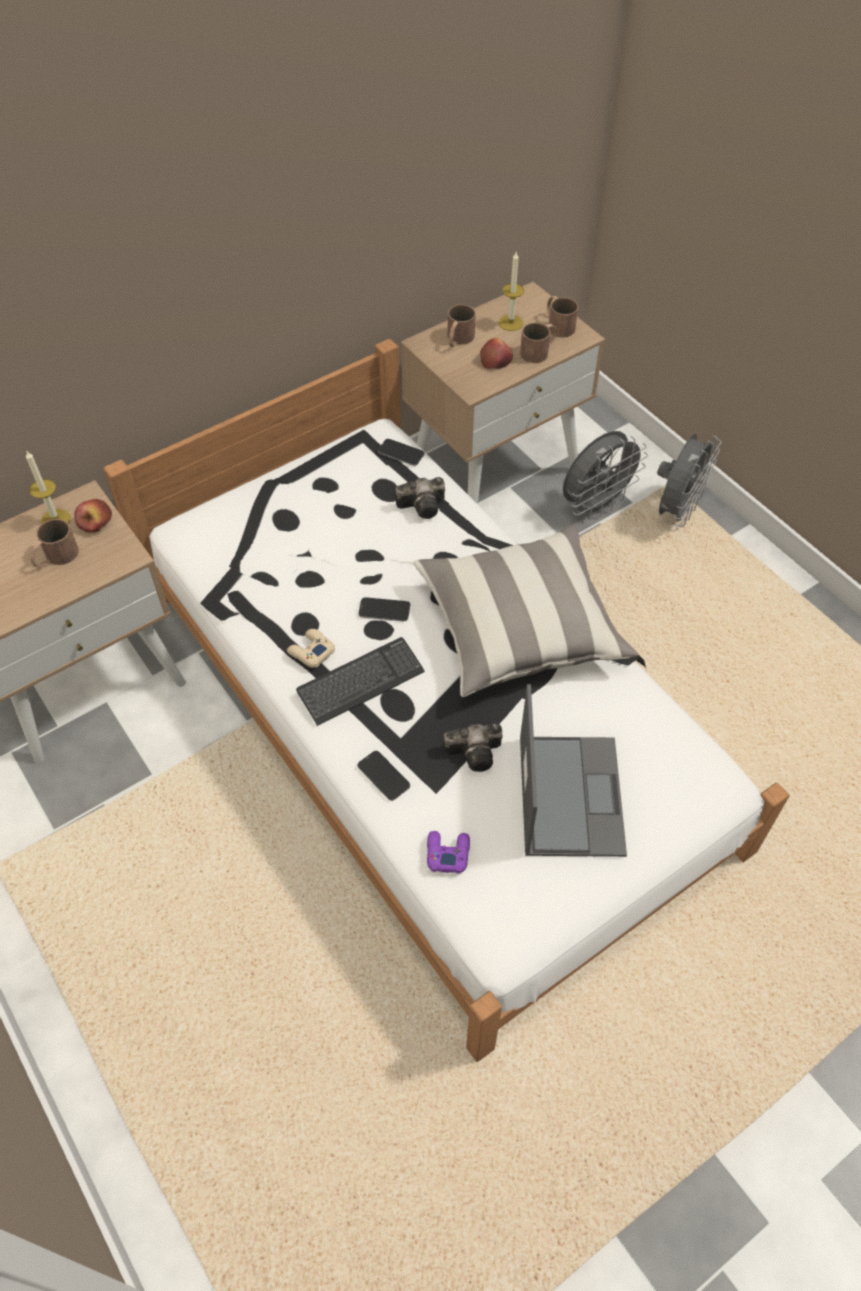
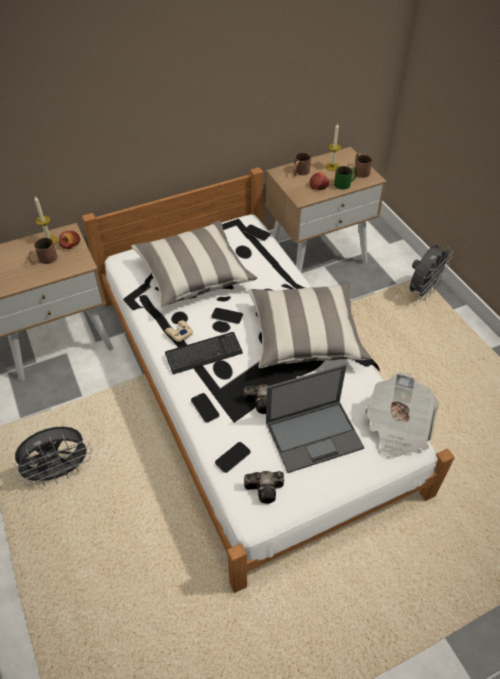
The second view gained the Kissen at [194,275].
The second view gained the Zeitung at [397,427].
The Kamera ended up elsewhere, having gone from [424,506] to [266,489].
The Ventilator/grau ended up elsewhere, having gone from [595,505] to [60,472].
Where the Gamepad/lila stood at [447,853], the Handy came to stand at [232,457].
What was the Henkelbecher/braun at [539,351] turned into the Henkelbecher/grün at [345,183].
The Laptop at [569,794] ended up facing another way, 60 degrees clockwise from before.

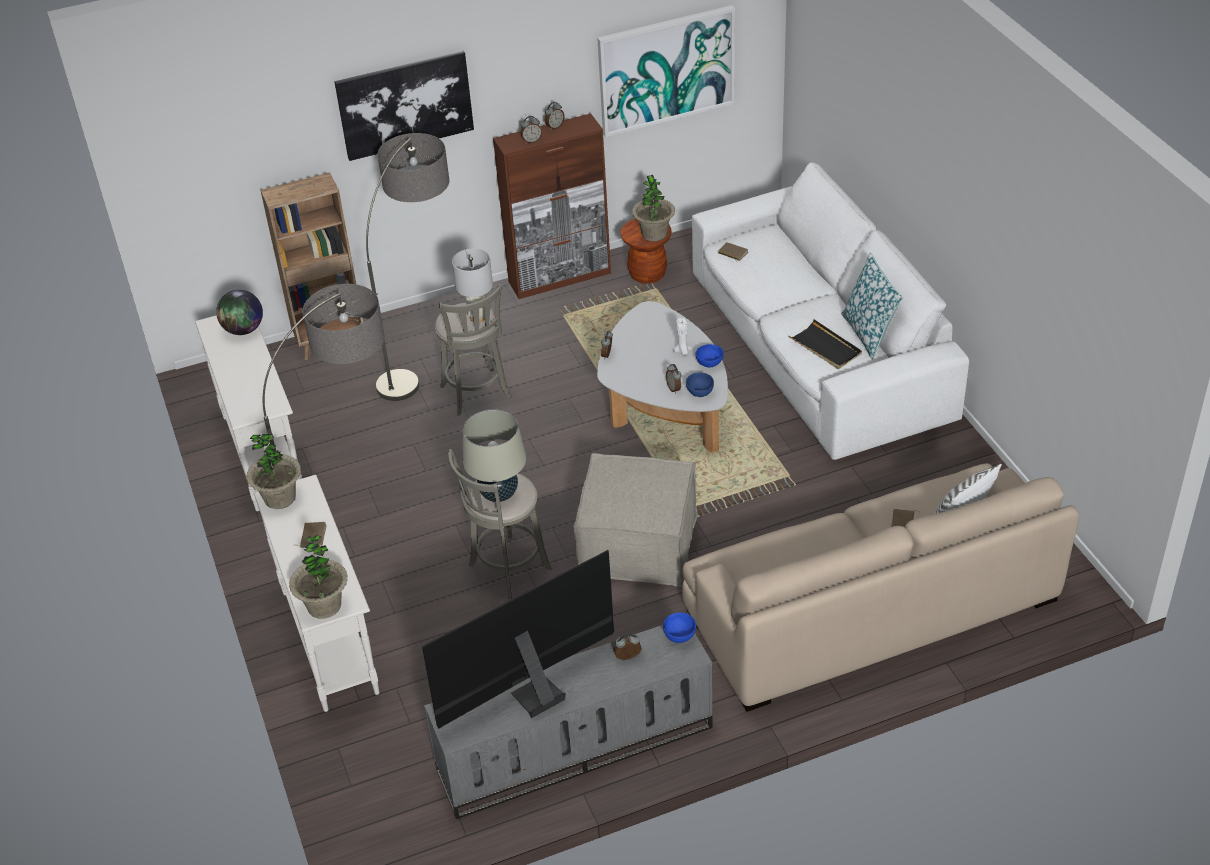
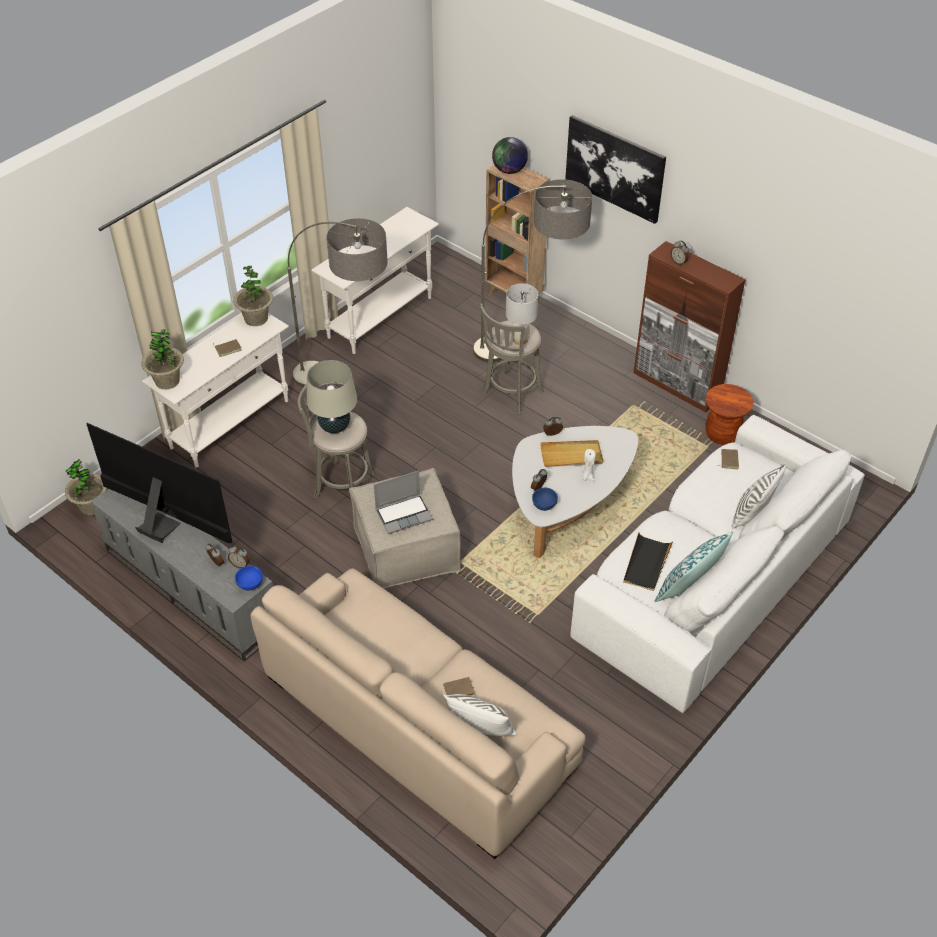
The second view lost the Bild at [666,70].
The second view lost the Schüssel/blau at [710,364].
The second view gained the Laptop at [404,514].
The second view gained the Tablett/beige at [571,456].
The second view gained the Kissen/weiß at [752,514].
The Globus ended up elsewhere, having gone from [244,330] to [509,170].
The Wecker ended up elsewhere, having gone from [554,127] to [240,565].
The Topfpflanze ended up elsewhere, having gone from [654,234] to [91,506].

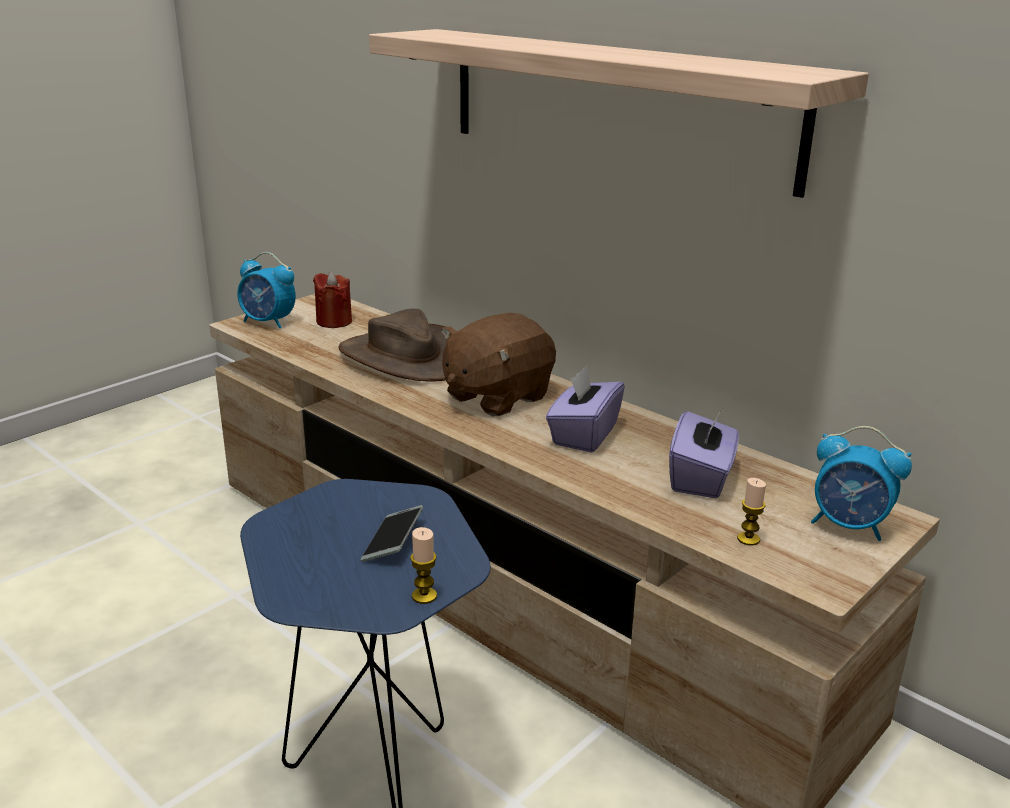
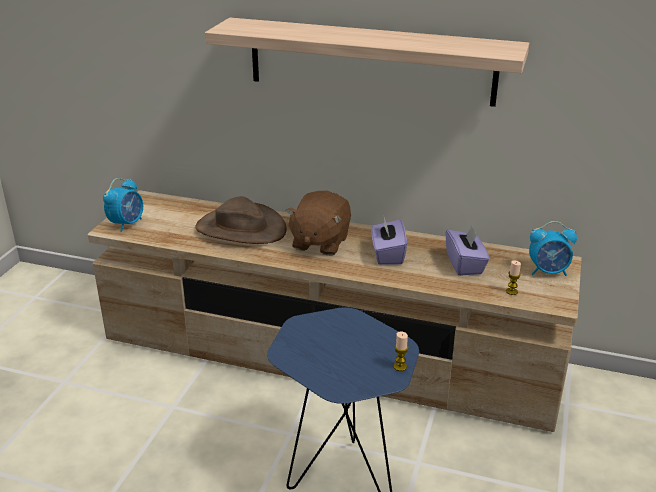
The second view lost the Kerze/rot at [334,321].
The second view lost the Handy at [393,541].
The Wecker at [268,322] ended up facing another way, 60 degrees counterclockwise from before.

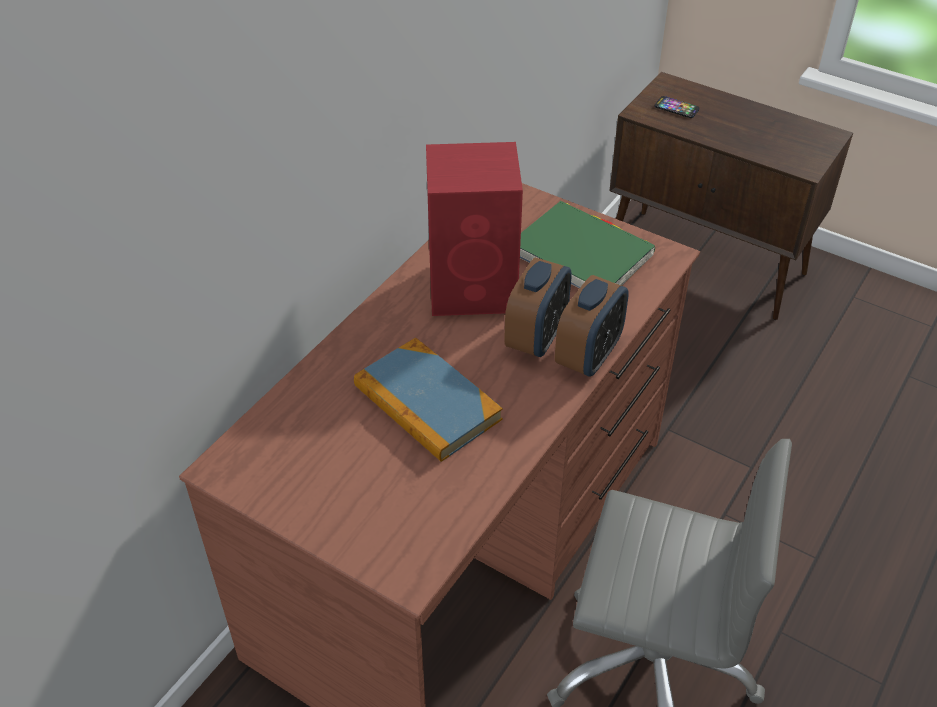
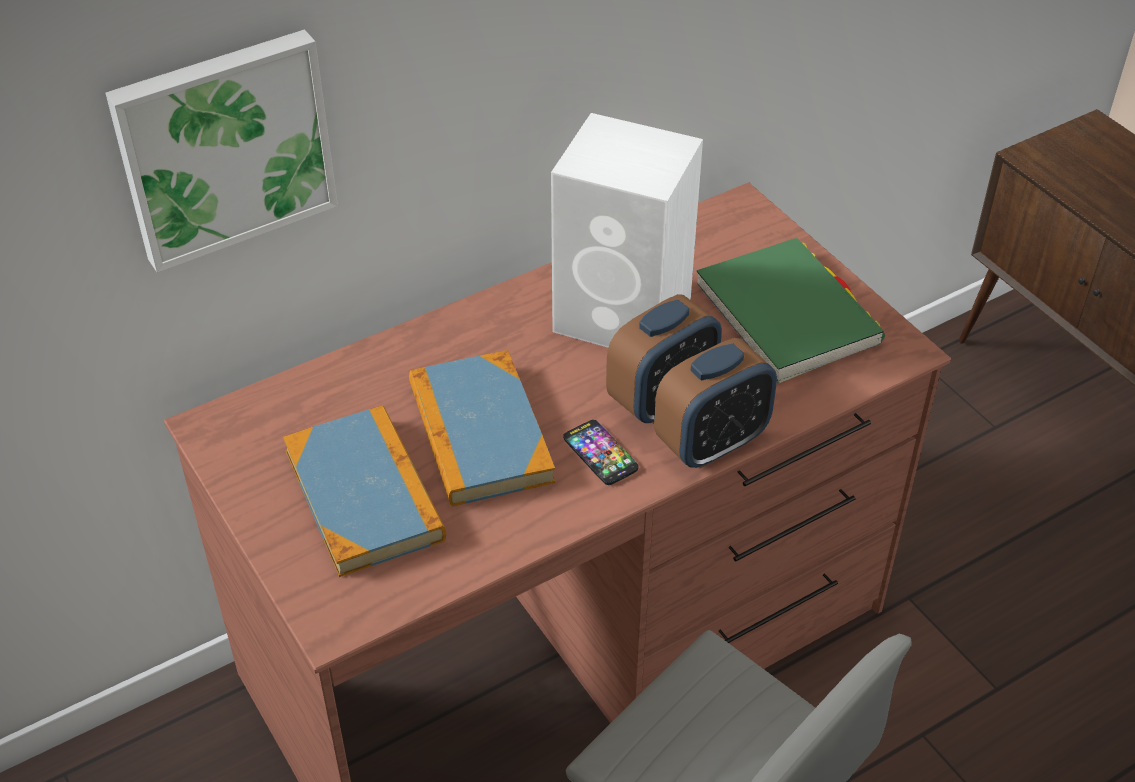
The second view gained the Bild at [224,146].
The second view gained the Buch at [364,494].
The Handy ended up elsewhere, having gone from [676,108] to [600,453].
What was the Lautsprecher/rot at [475,289] turned into the Lautsprecher/weiß at [625,316].

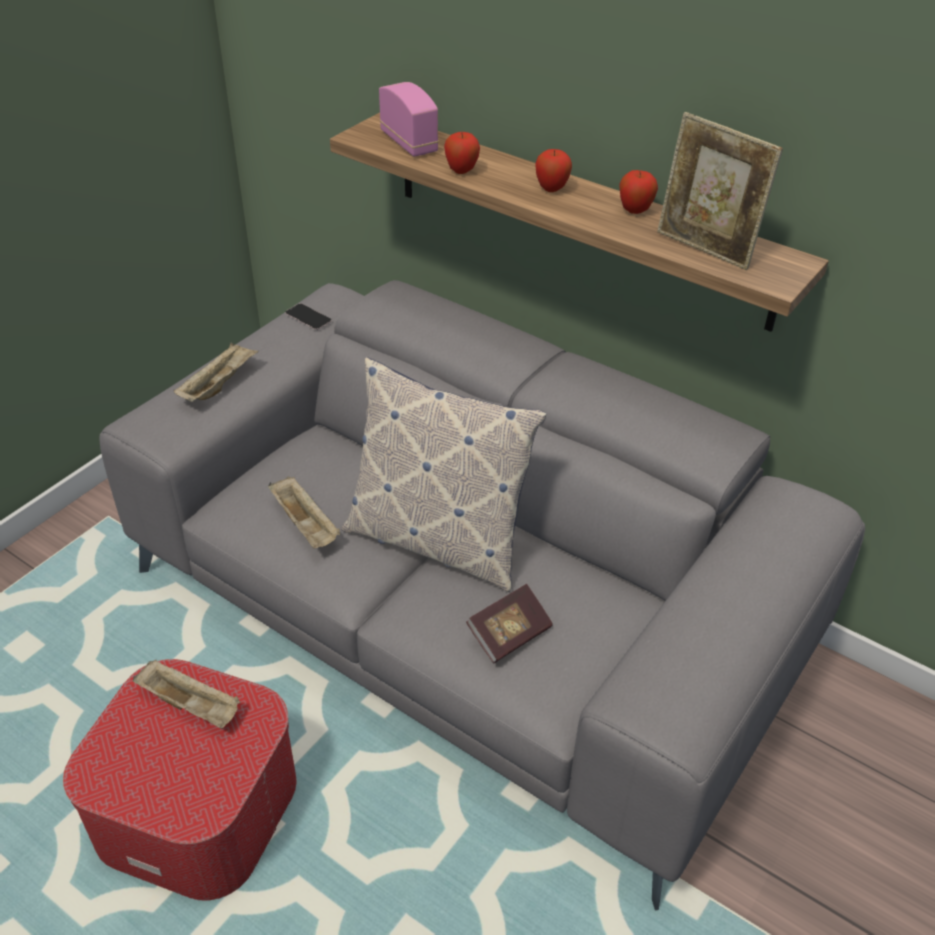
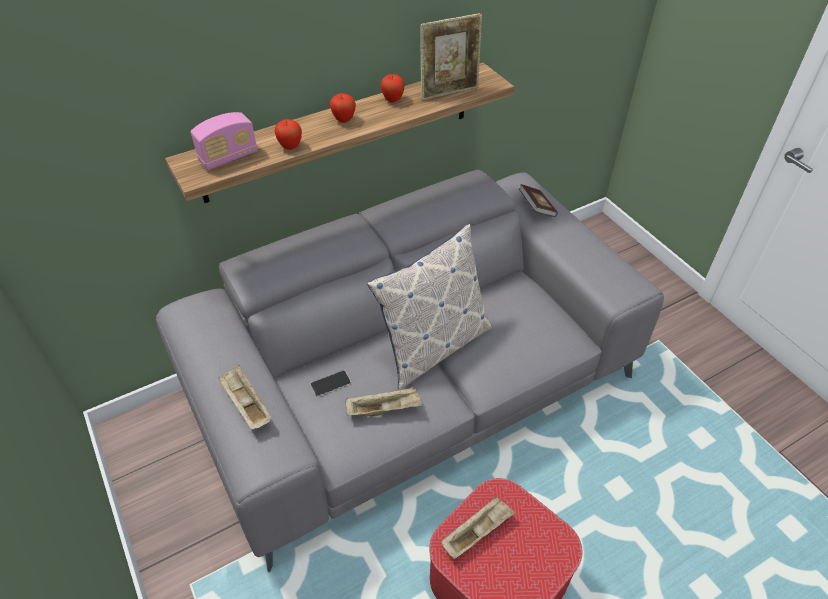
The Handy ended up elsewhere, having gone from [308,317] to [330,384].
The Buch ended up elsewhere, having gone from [509,634] to [536,208].
The Radio at [409,142] ended up facing another way, 150 degrees clockwise from before.

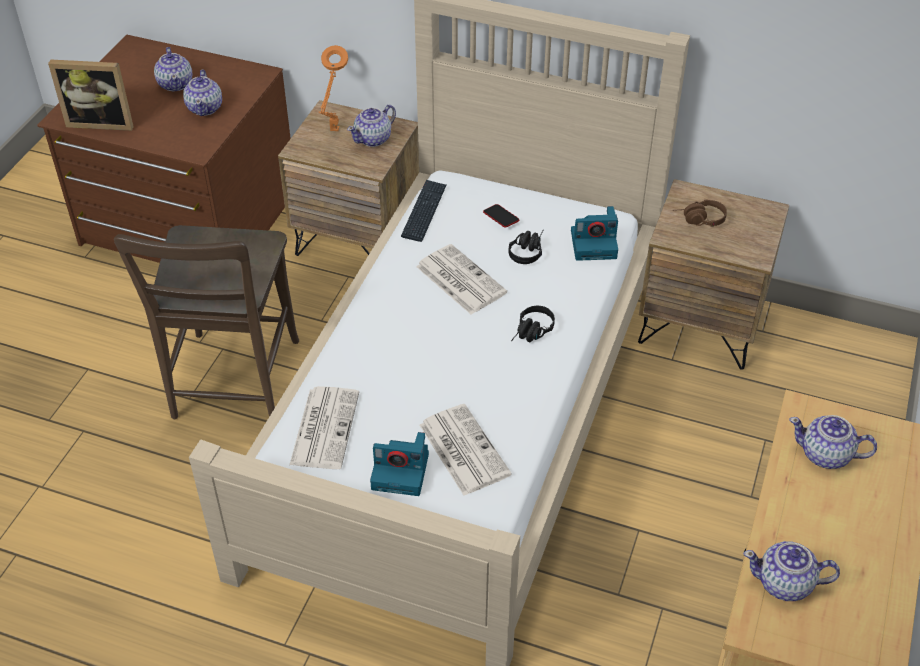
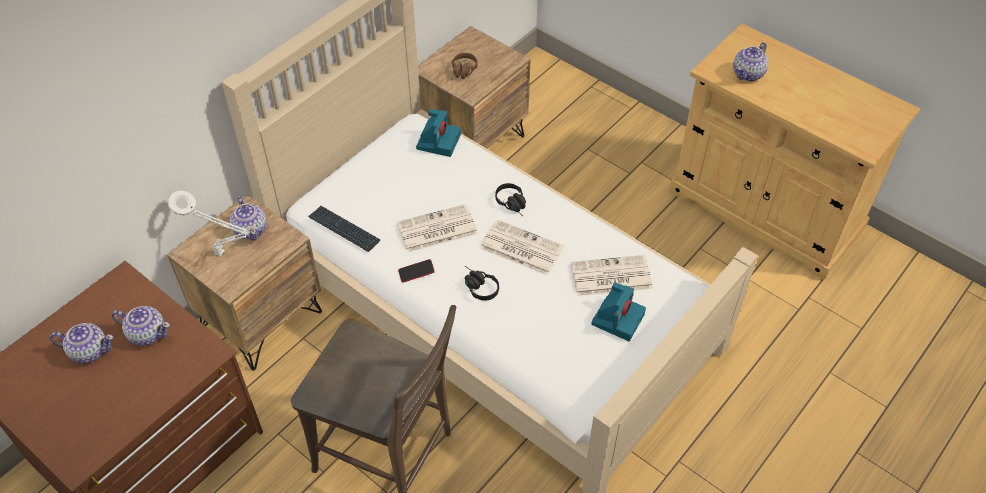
The second view lost the Bilderrahmen at [102,122].
The second view lost the Teekanne at [785,584].
The Zeitung ended up elsewhere, having gone from [324,427] to [520,248].
The Handy ended up elsewhere, having gone from [501,218] to [416,272].
The Kopfhörer/schwarz ended up elsewhere, having gone from [527,250] to [478,287].
What was the Tischlampe/orange at [334,132] turned into the Tischlampe/weiß at [222,254].

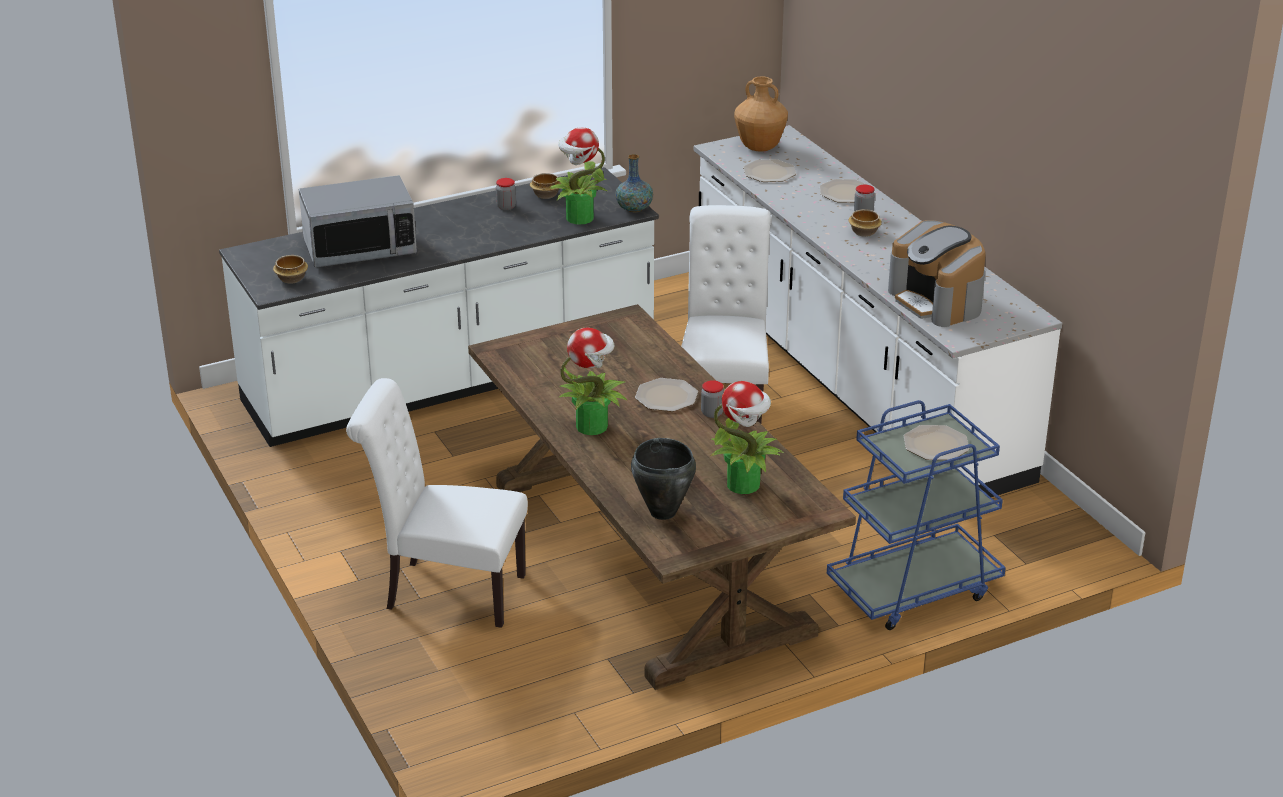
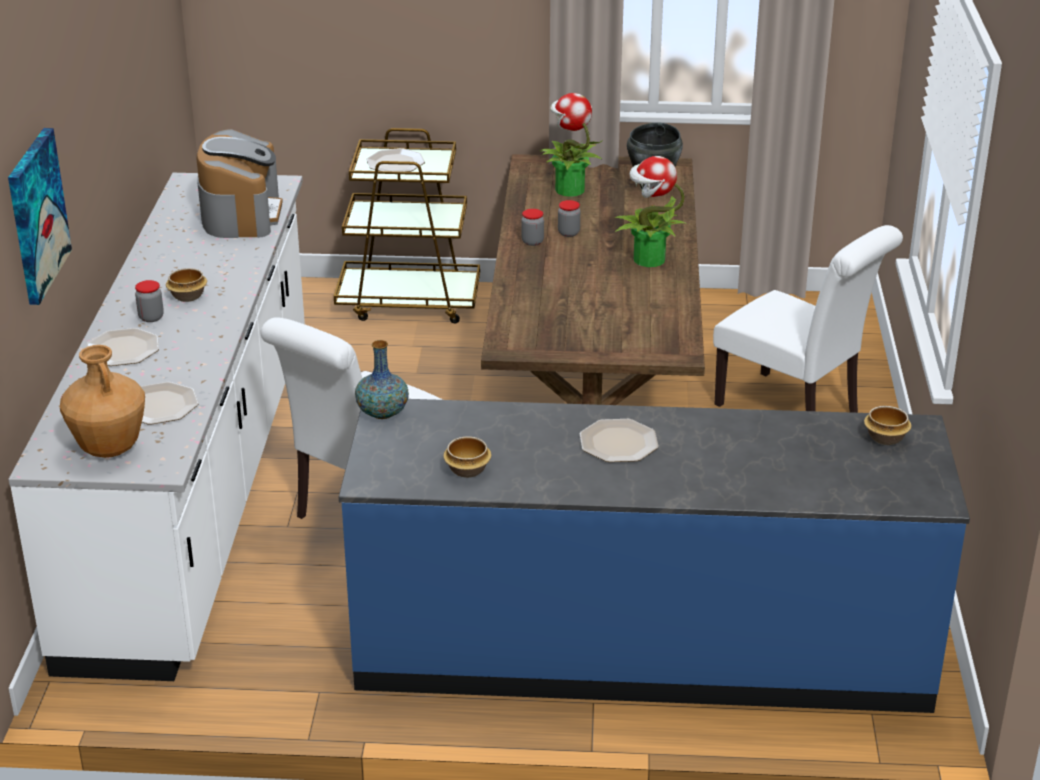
The second view lost the Mikrowelle at [360,248].
The second view lost the Topfpflanze at [579,218].
The second view gained the Bild at [36,215].
The Vorratsglas ended up elsewhere, having gone from [506,207] to [568,233].
The Teller ended up elsewhere, having gone from [666,396] to [618,443].
What was the Küchenzeile/weiß at [451,380] turned into the Küchenzeile/blau at [641,646].
What was the Rollwagen/blau at [913,589] turned into the Rollwagen/braun at [409,302].

